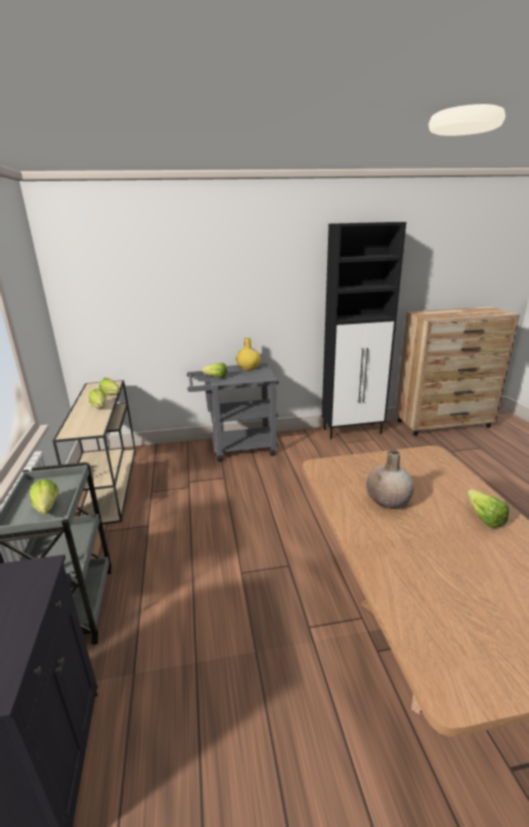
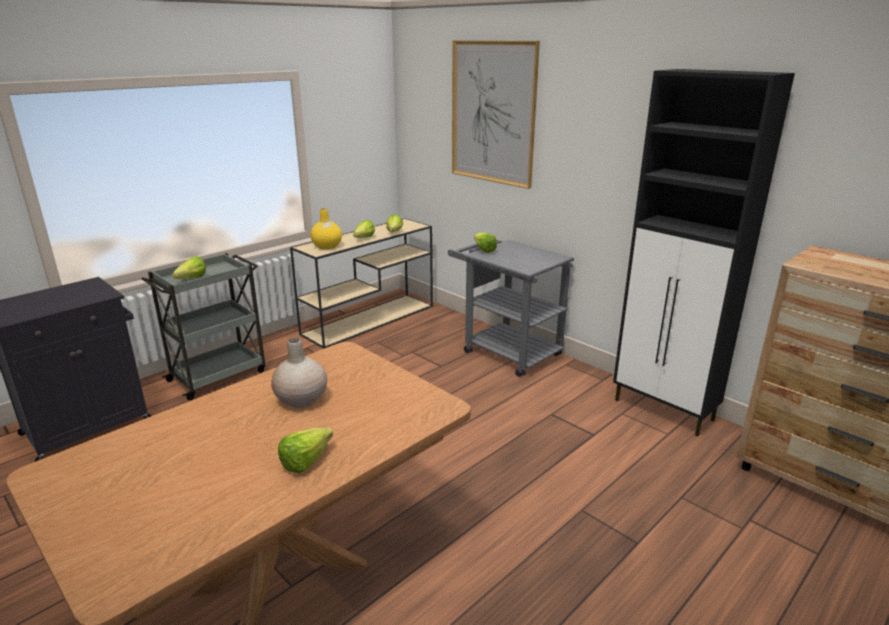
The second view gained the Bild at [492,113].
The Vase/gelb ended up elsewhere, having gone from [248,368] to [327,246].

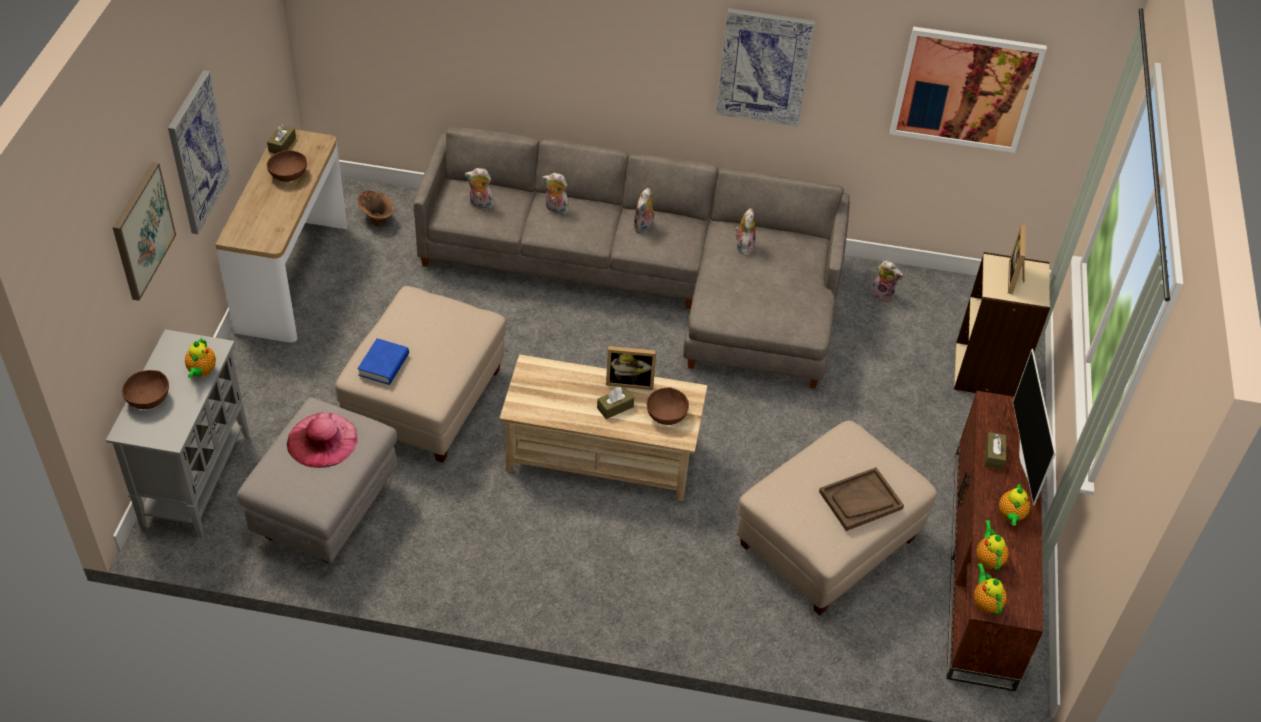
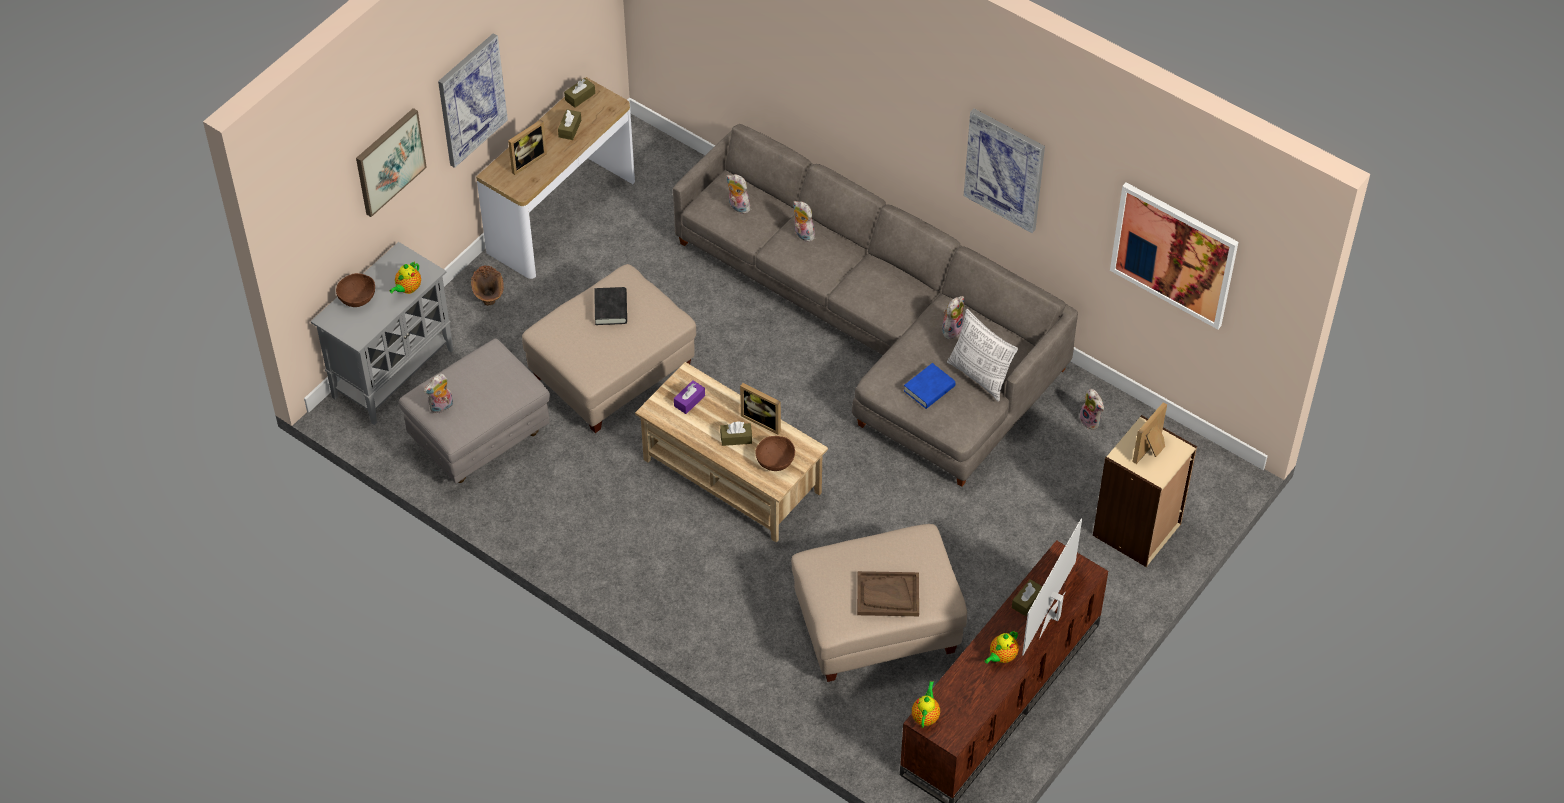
The second view lost the Hut/rosa at [322,440].
The second view lost the Teekanne at [988,559].
The second view gained the Bilderrahmen at [526,160].
The second view gained the Buch/schwarz at [611,309].
The second view gained the Taschentuchbox/lila at [689,401].
The second view gained the Kissen at [979,376].
The Vase/braun ended up elsewhere, having gone from [377,219] to [489,296].
The Buch/blau ended up elsewhere, having gone from [384,365] to [929,389].
The Plüschtier ended up elsewhere, having gone from [644,227] to [441,407].
Where the Schüssel/braun stood at [289,175], the Taschentuchbox/braun came to stand at [570,129].

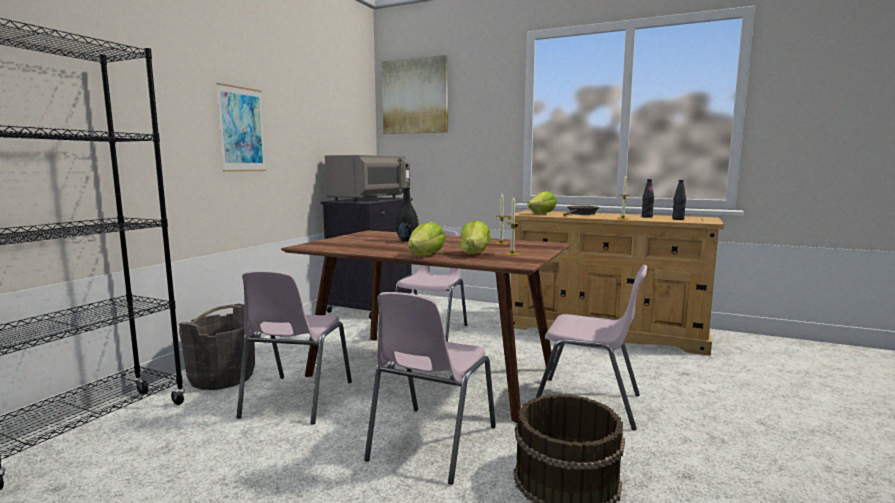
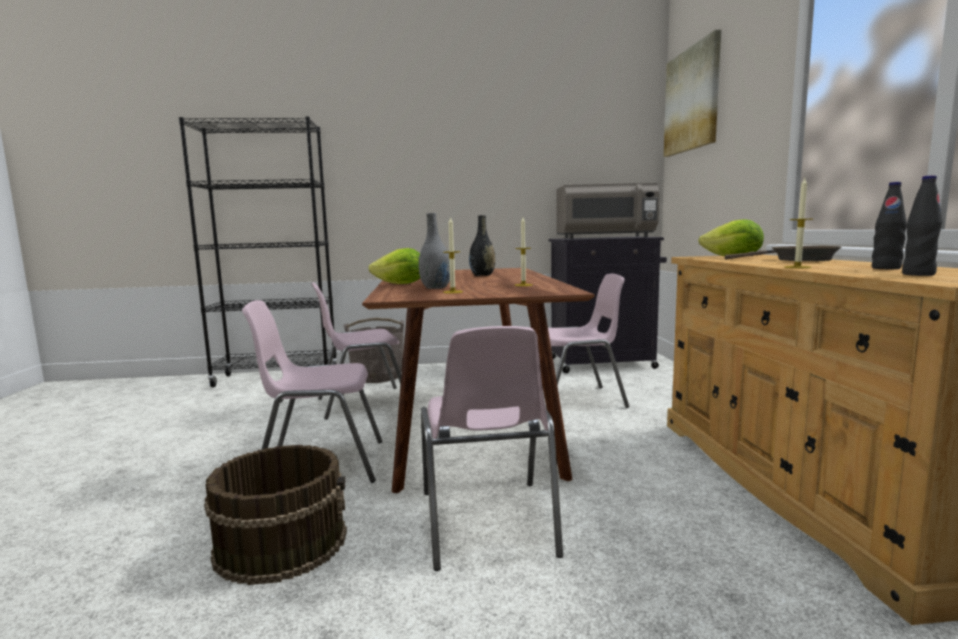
The second view lost the Bild at [242,129].
Where the Salatkopf stood at [475,253], the Vase/grau came to stand at [435,288].

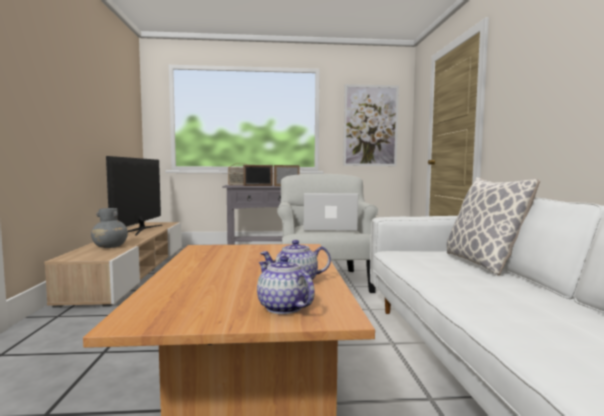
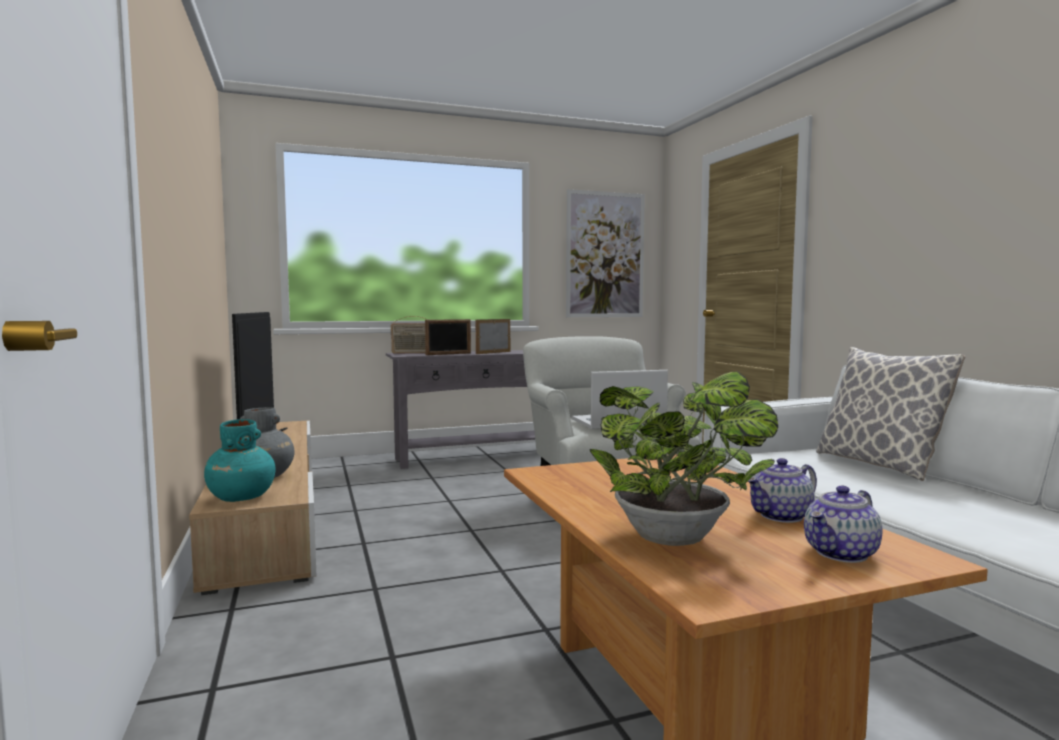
The second view gained the Vase/türkis at [241,498].
The second view gained the Topfpflanze at [677,540].
The Teekanne at [282,307] ended up facing another way, 75 degrees counterclockwise from before.

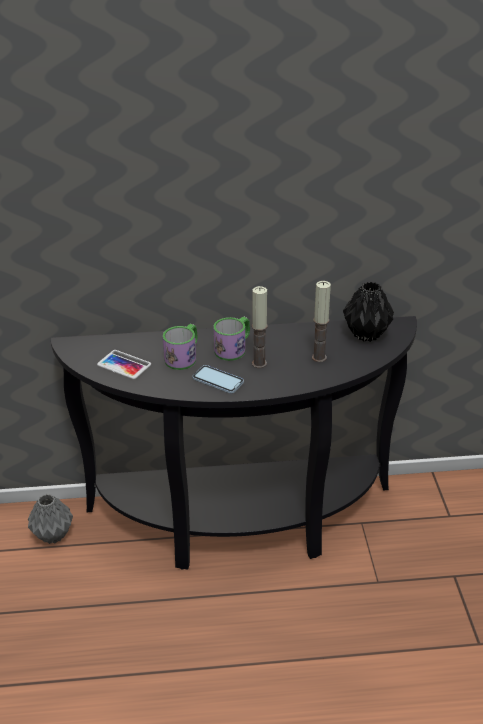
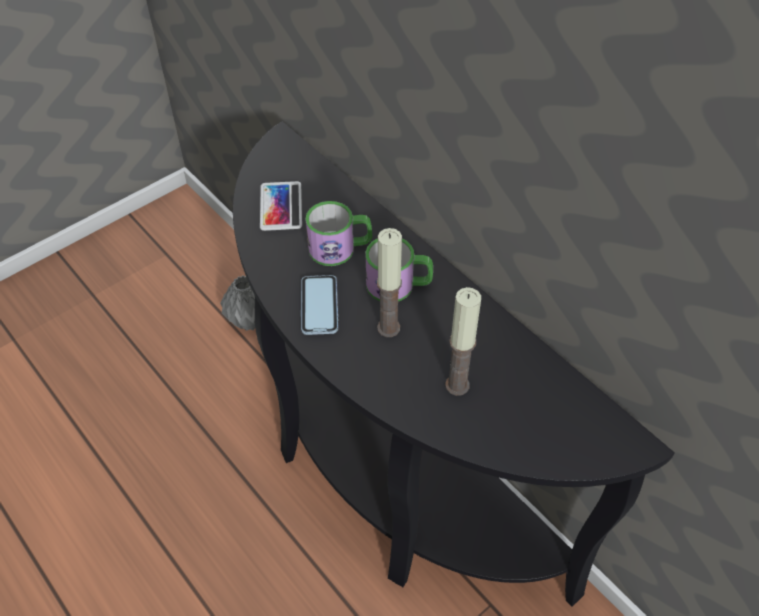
The second view lost the Vase/schwarz at [367,334].

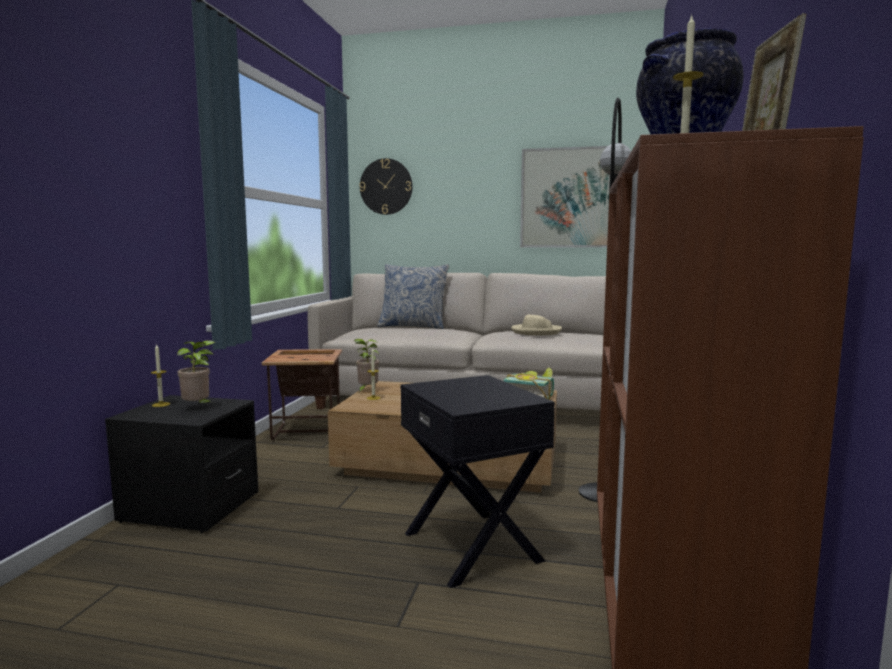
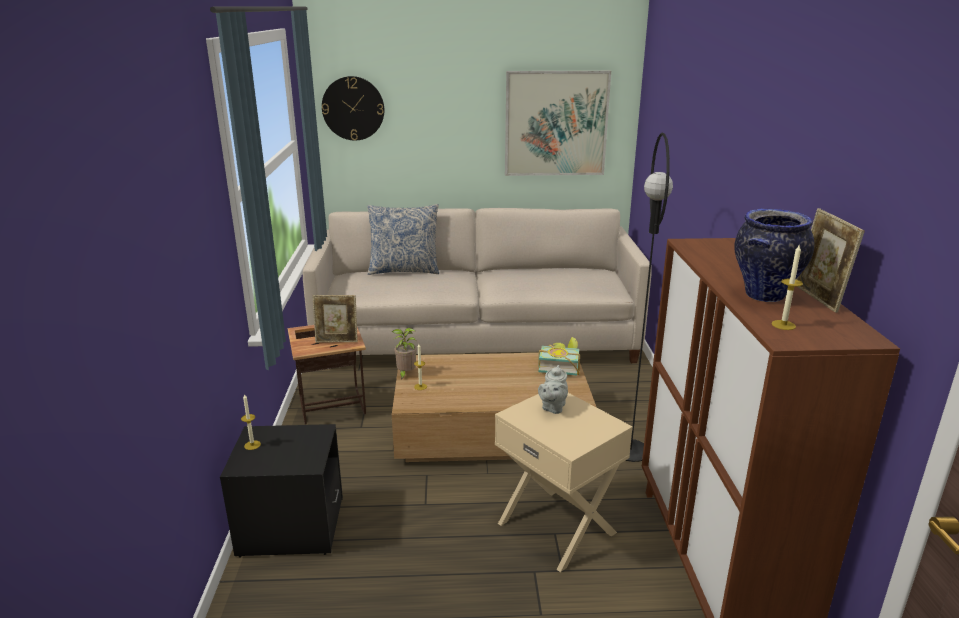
The second view lost the Topfpflanze at [198,407].
The second view lost the Hut/beige at [536,332].
The second view gained the Bilderrahmen at [337,341].
The second view gained the Teekanne/grau at [552,407].
What was the Beistelltisch/schwarz at [473,546] turned into the Beistelltisch/beige at [558,527].

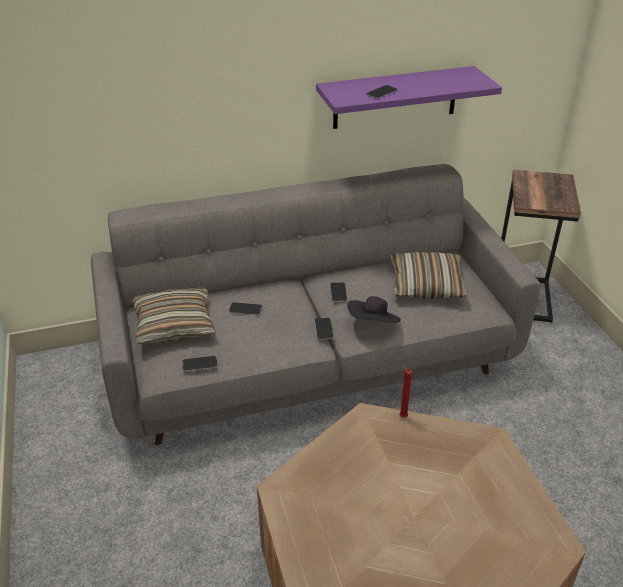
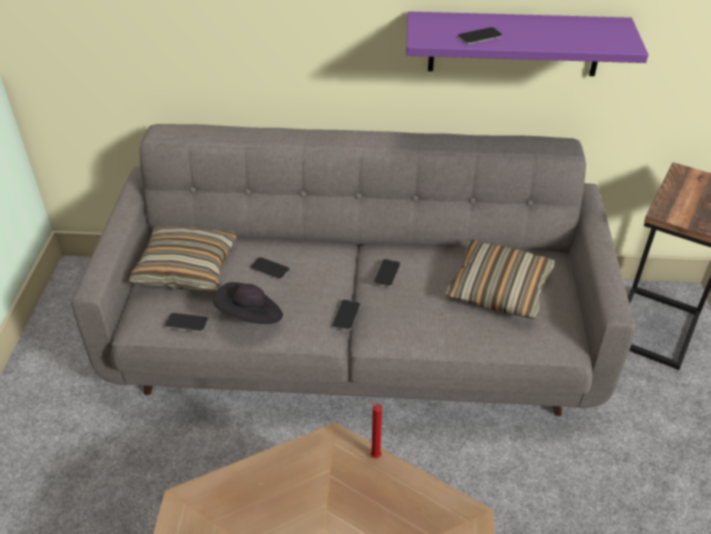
The Hut/schwarz ended up elsewhere, having gone from [373,324] to [250,317].

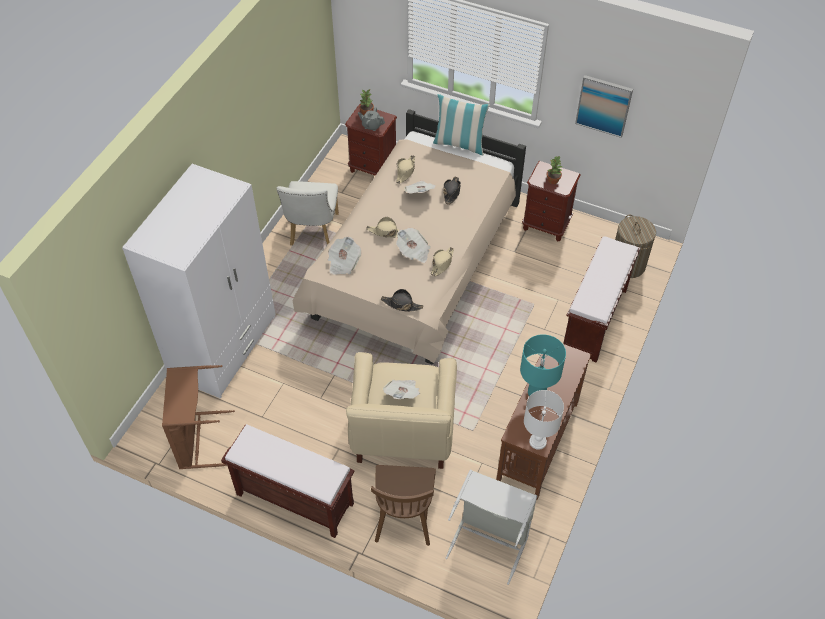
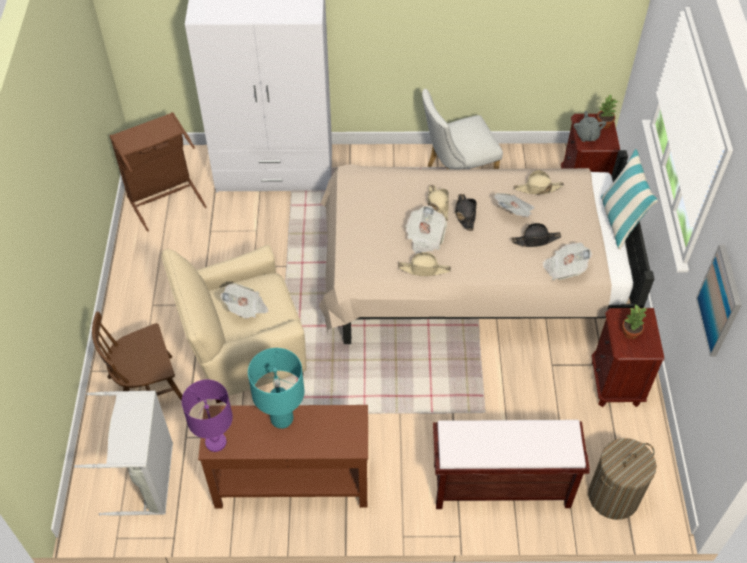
The second view lost the Bank/braun at [293,499].
The Zeitung ended up elsewhere, having gone from [343,263] to [564,268].
The Hut/schwarz ended up elsewhere, having gone from [401,304] to [465,214].
What was the Tischlampe/weiß at [537,441] turned into the Tischlampe/lila at [216,442].

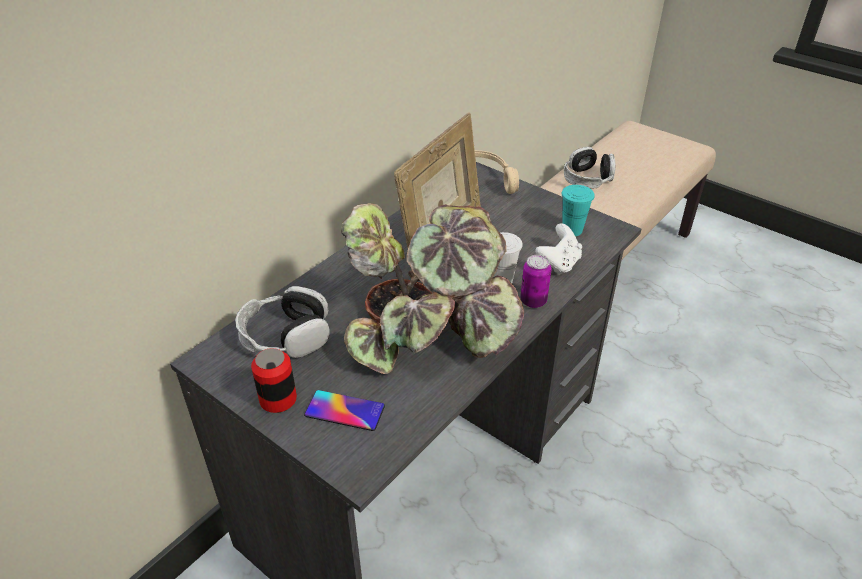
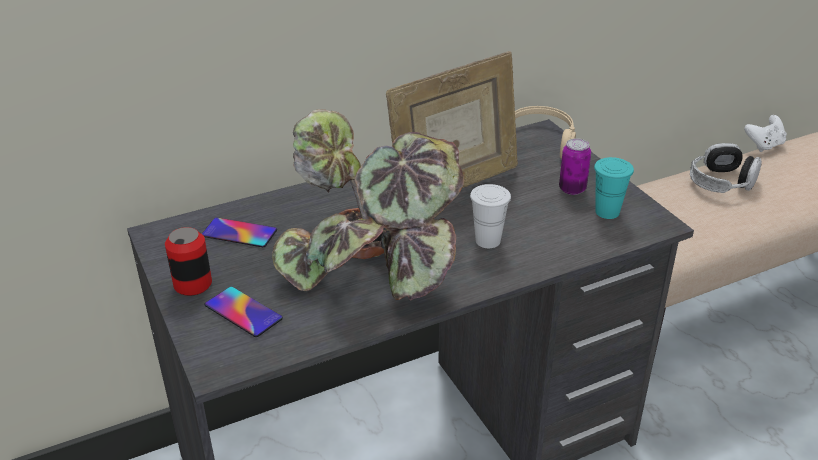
The Dose ended up elsewhere, having gone from [533,301] to [572,189].
The Gamepad/weiß ended up elsewhere, having gone from [559,264] to [764,145].
Where the Kopfhörer stood at [285,336], the Handy came to stand at [239,233].

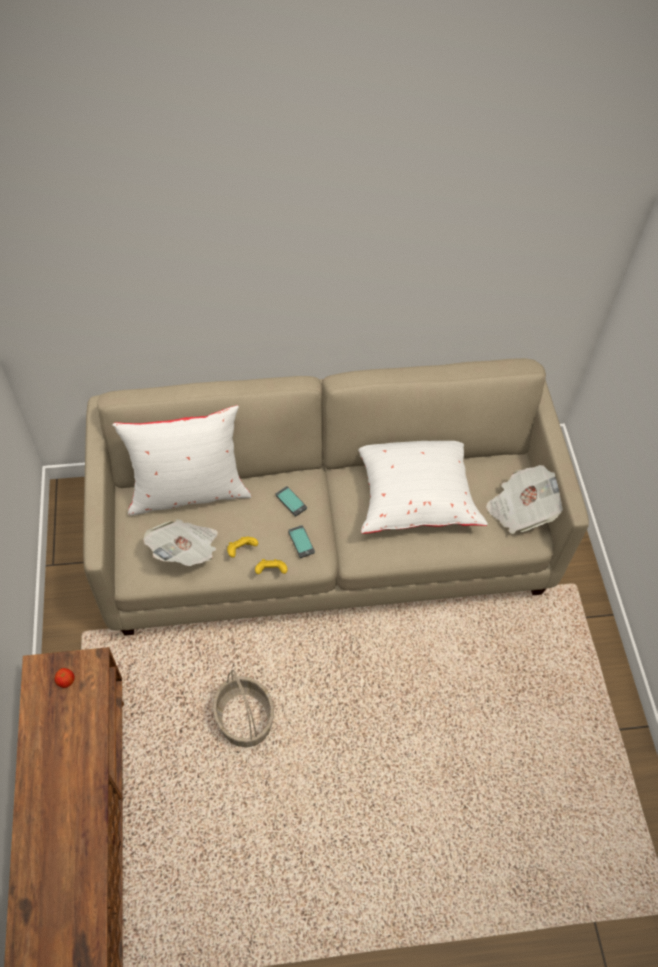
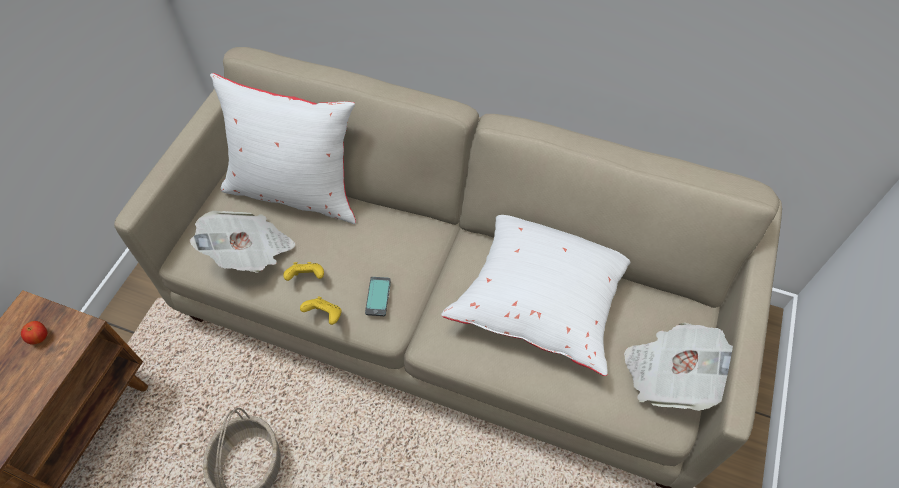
The second view lost the Handy at [291,501].

